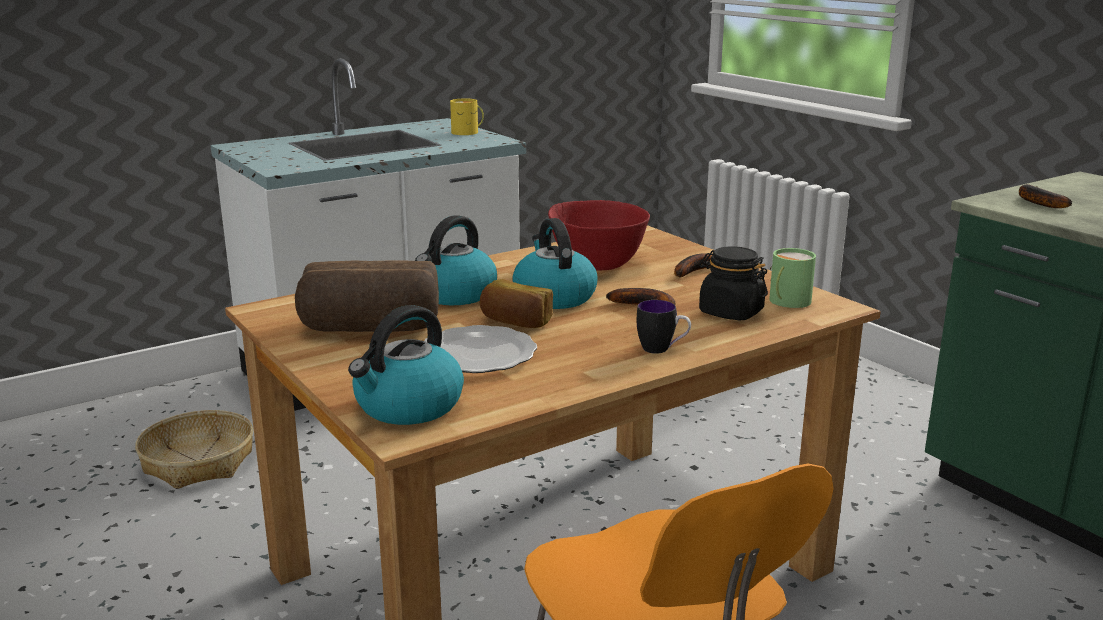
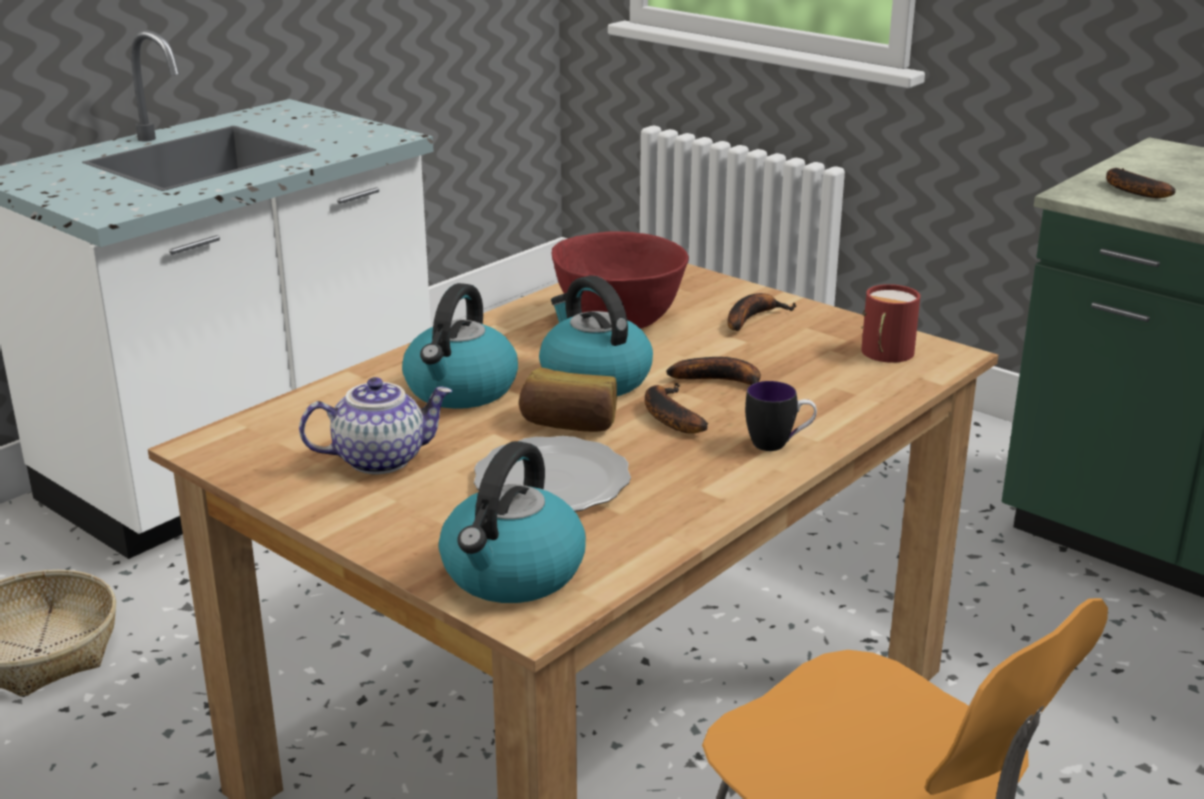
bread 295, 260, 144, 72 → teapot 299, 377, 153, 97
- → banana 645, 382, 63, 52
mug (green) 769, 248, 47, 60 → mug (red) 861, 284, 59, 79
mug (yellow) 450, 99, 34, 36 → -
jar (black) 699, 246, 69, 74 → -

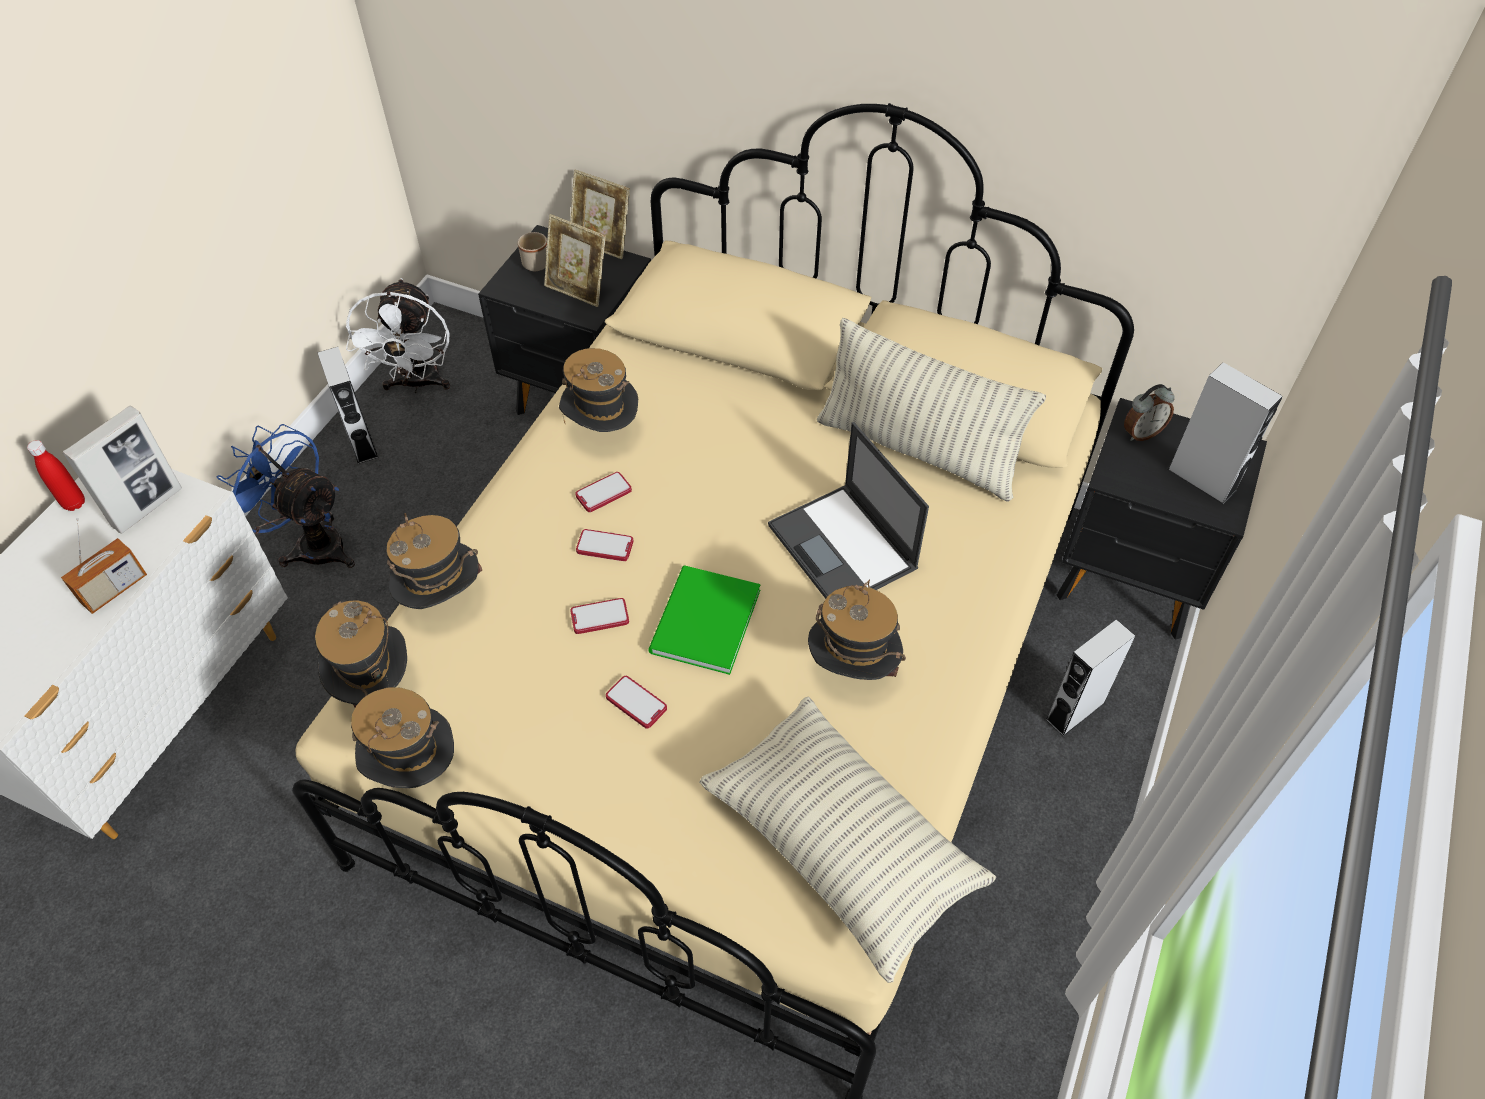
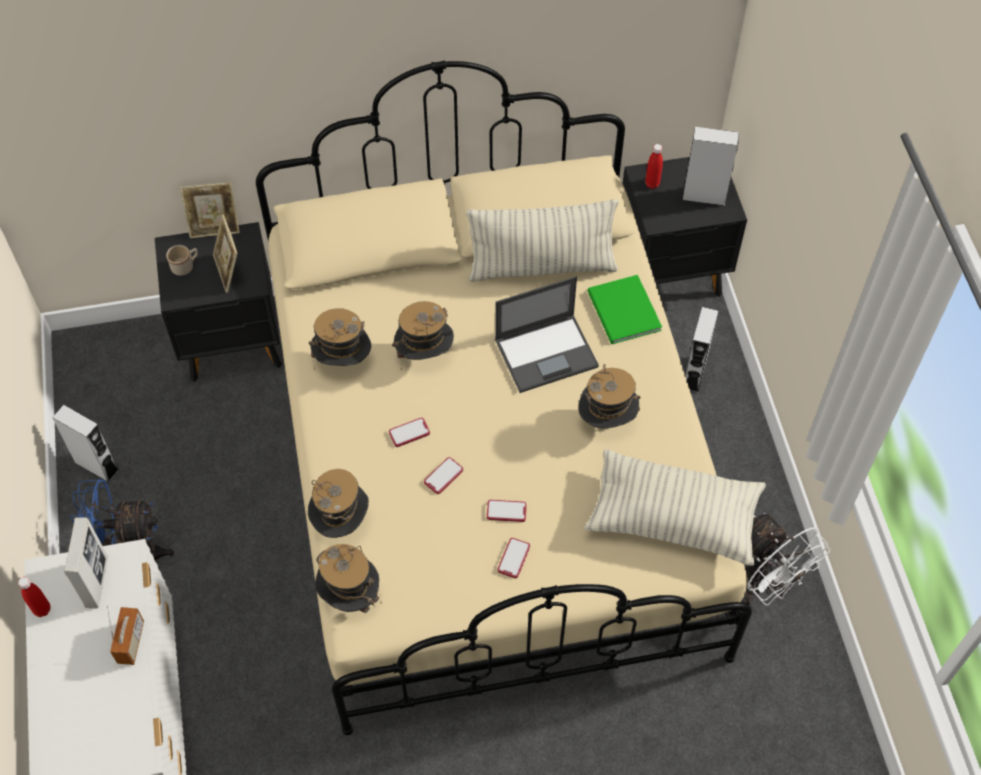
picture frame 544, 214, 62, 93 → picture frame 213, 214, 24, 79, 75 degrees clockwise
hat 351, 687, 103, 101 → hat 392, 301, 62, 70, relocated
laptop 768, 422, 161, 177 → laptop 495, 276, 104, 117, 45 degrees counterclockwise
phone 575, 472, 57, 40 → phone 498, 538, 32, 40, relocated
book (green) 648, 565, 113, 110 → book (green) 588, 275, 74, 69, relocated
alarm clock 1124, 384, 51, 57 → bottle (red) 645, 144, 18, 45
fan (white) 346, 278, 104, 115 → fan (white) 743, 513, 87, 92, relocated

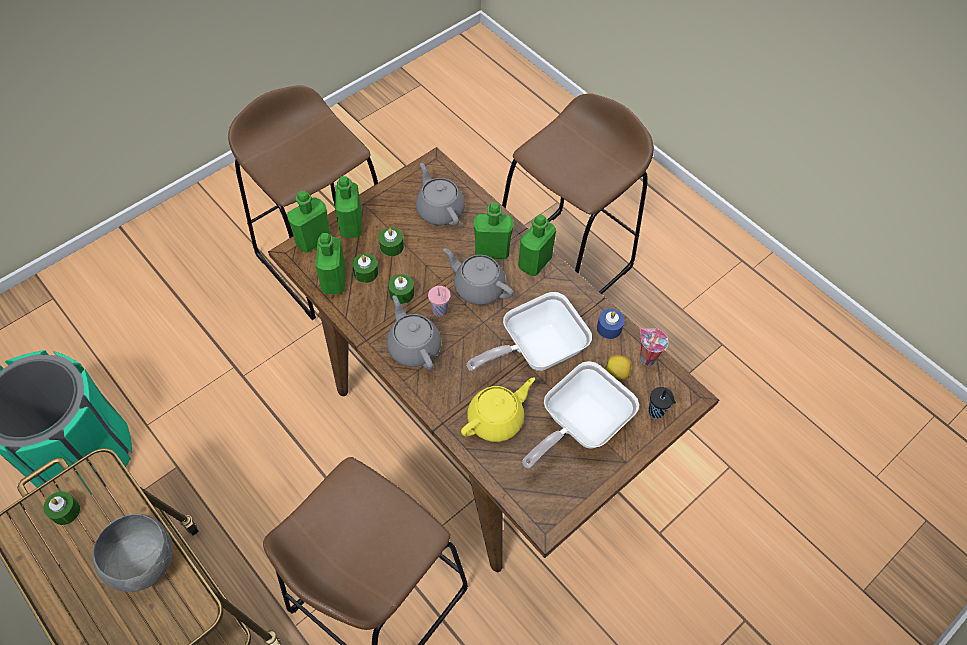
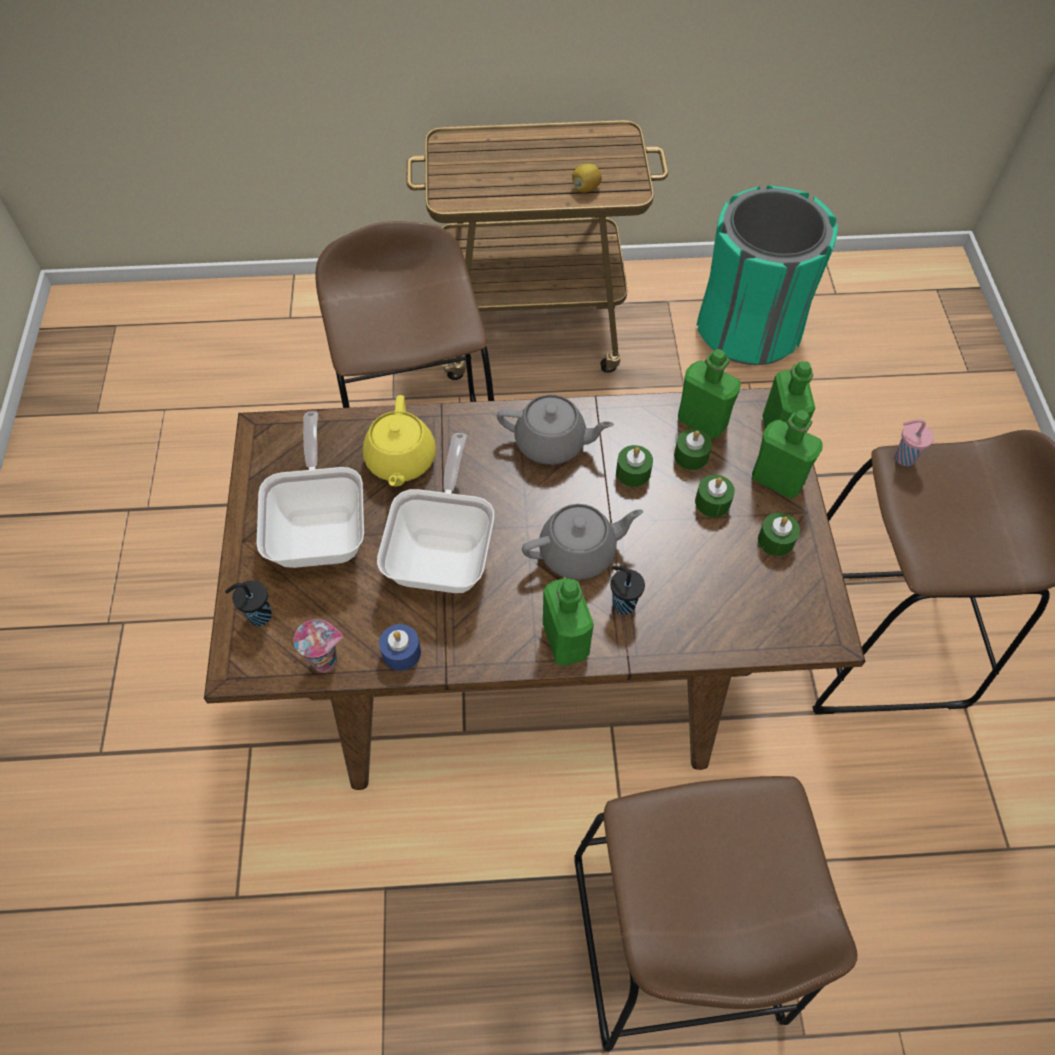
lemon 604, 355, 27, 26 → lemon 572, 164, 30, 29, relocated
bottle (green) 474, 203, 39, 56 → cup (black) 611, 566, 34, 49
candle (green) 43, 491, 37, 34 → candle (green) 758, 513, 42, 43, relocated
cup (pink) 428, 286, 23, 31 → cup (pink) 895, 419, 39, 47, relocated
bowl (grey) 93, 514, 80, 78 → -
teapot (grey) 416, 163, 49, 63 → -

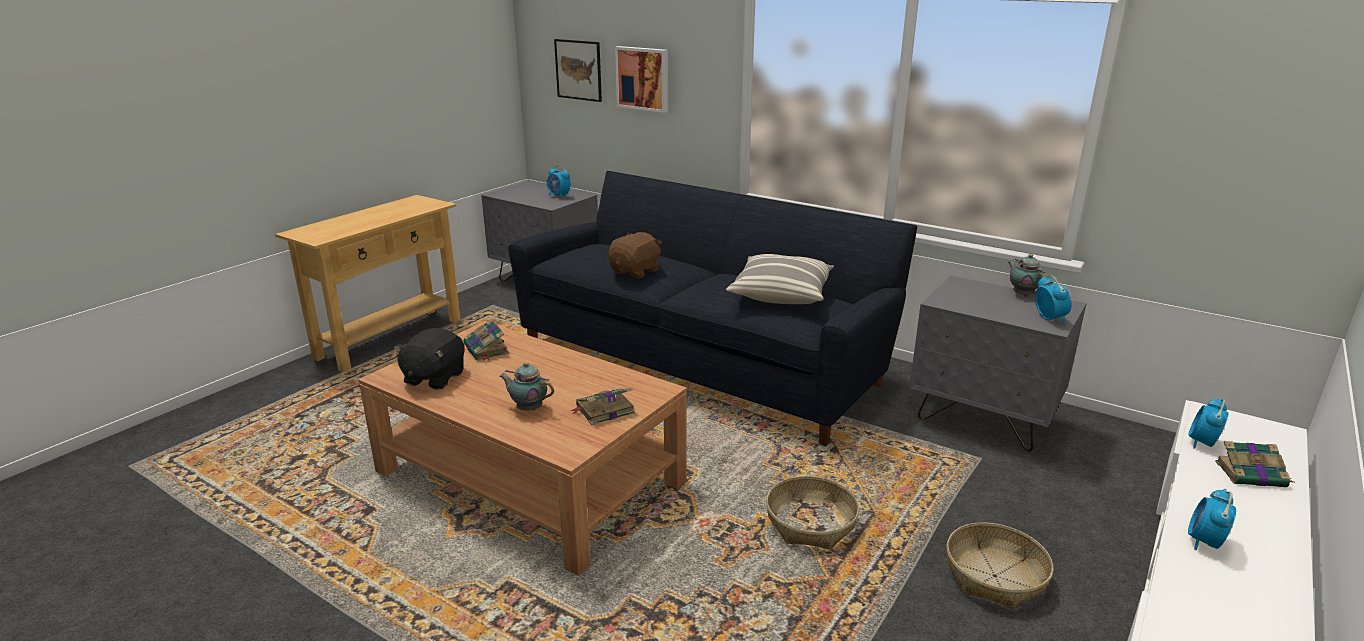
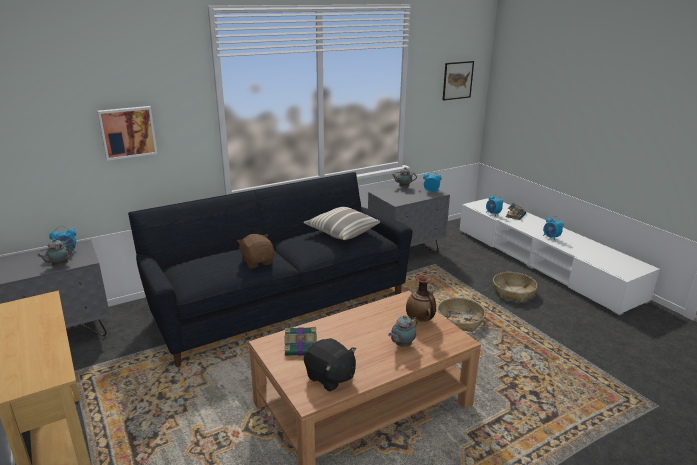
- → teapot 37, 239, 38, 28
book 570, 388, 65, 37 → vase 406, 274, 30, 48
picture 554, 39, 48, 63 → picture 443, 61, 31, 40, relocated

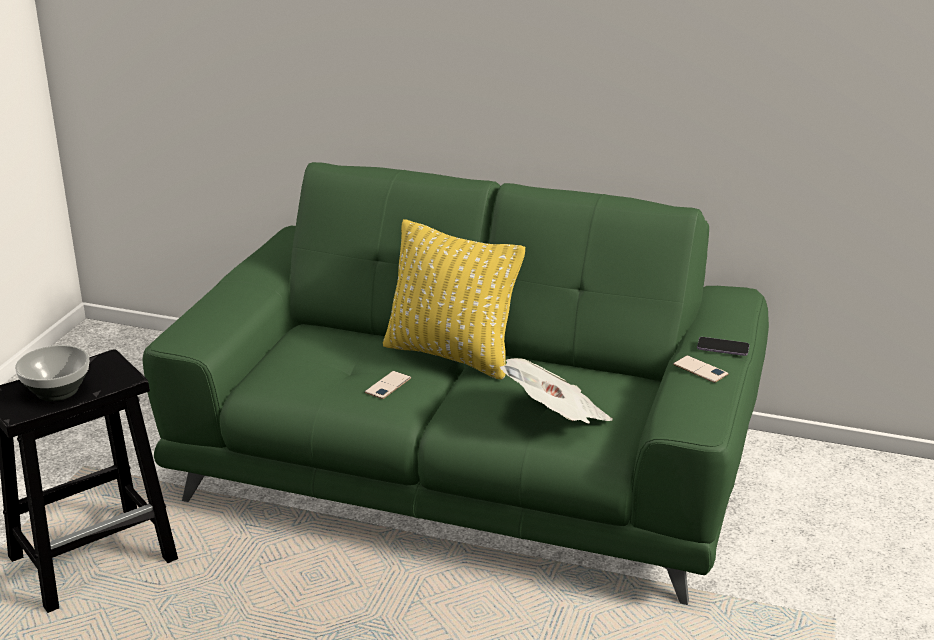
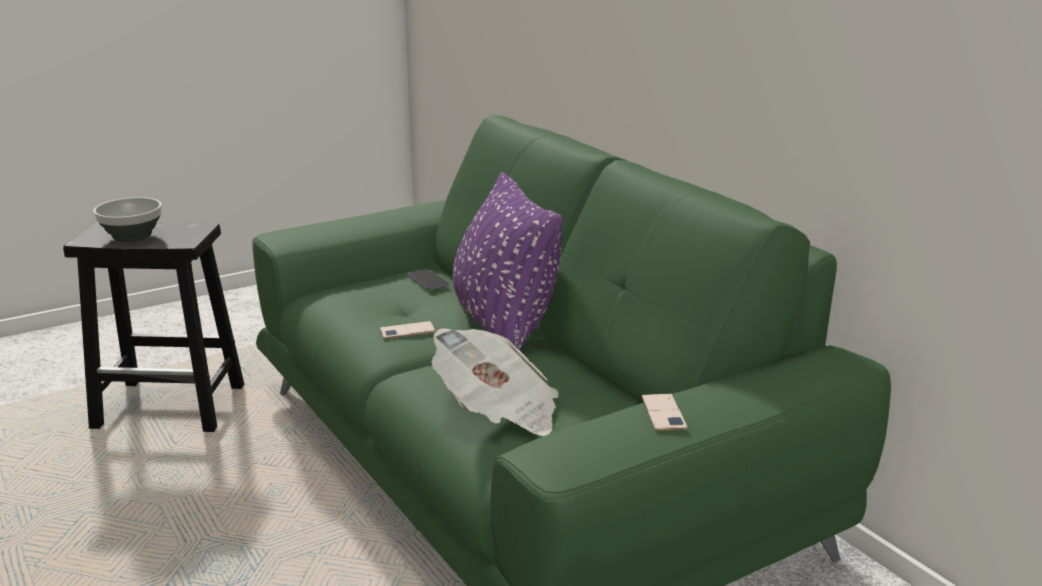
phone 697, 337, 52, 19 → phone 408, 269, 41, 21, relocated
pillow (yellow) 383, 219, 142, 161 → pillow (purple) 453, 172, 110, 178

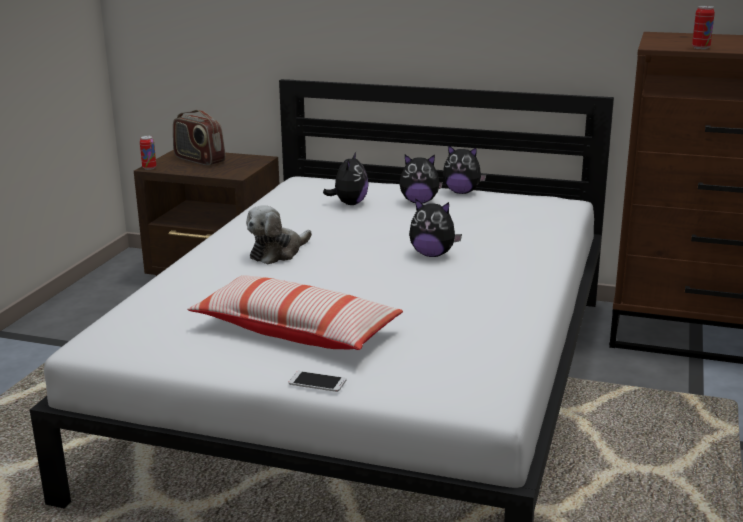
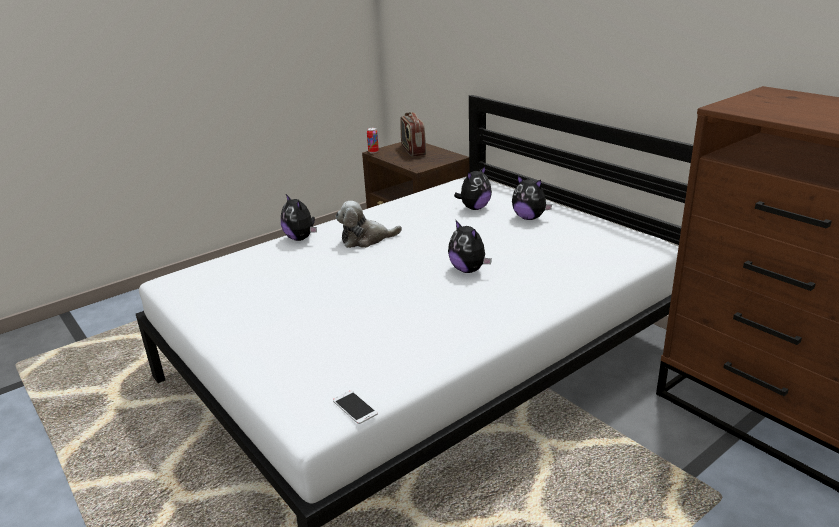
plush toy 443, 145, 43, 49 → plush toy 281, 194, 36, 47, relocated
phone 288, 371, 58, 21 → phone 333, 391, 45, 33, relocated
pillow 188, 275, 215, 75 → -
can 692, 6, 23, 43 → -

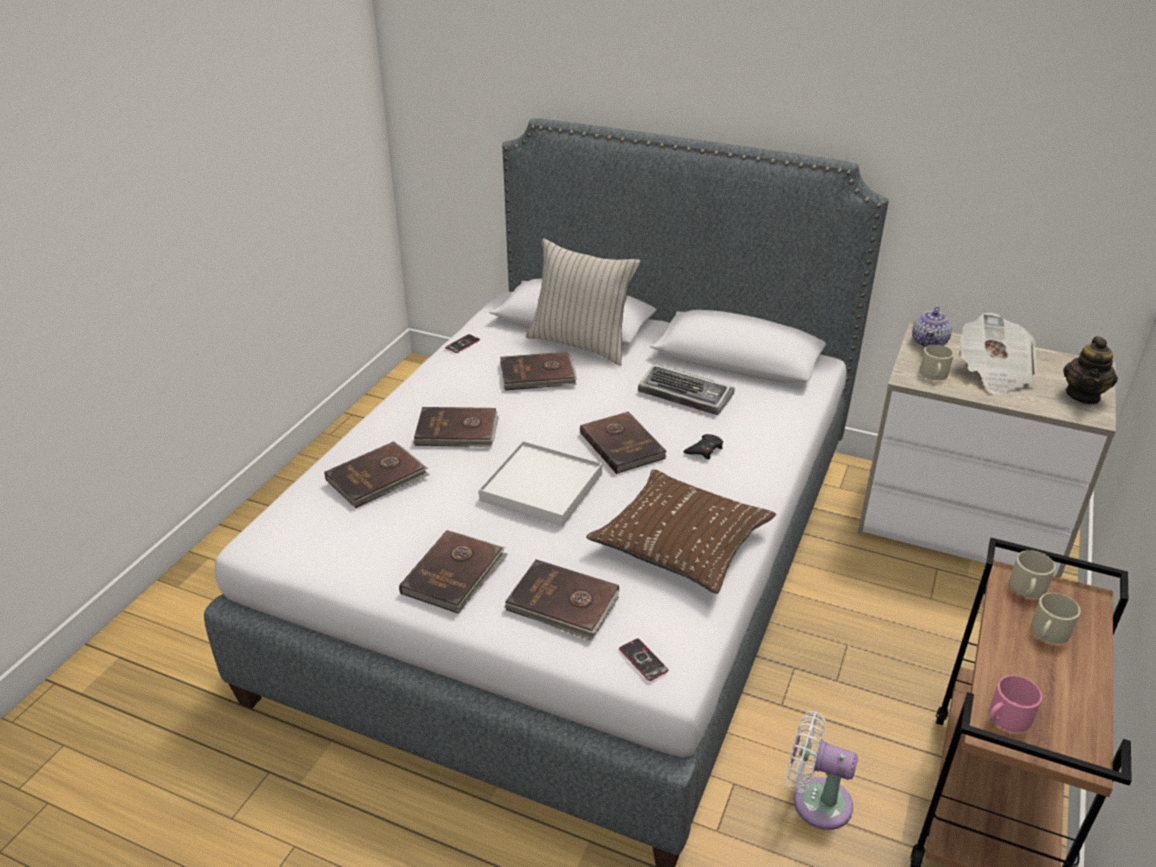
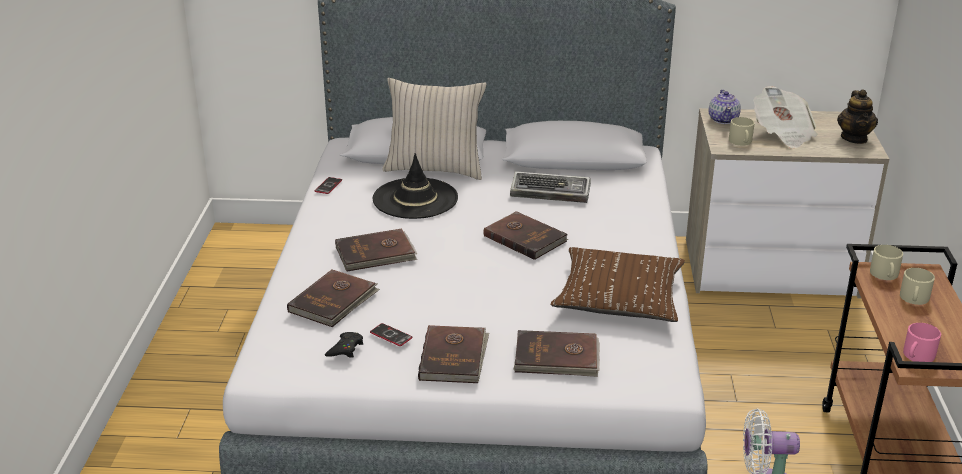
game controller (black) 683, 434, 40, 26 → game controller (black) 325, 332, 38, 26, relocated
phone 619, 638, 49, 43 → phone 370, 323, 42, 23, relocated
book (brown) 500, 352, 77, 39 → hat (black) 373, 153, 85, 66
tray (white) 479, 441, 123, 86 → -

